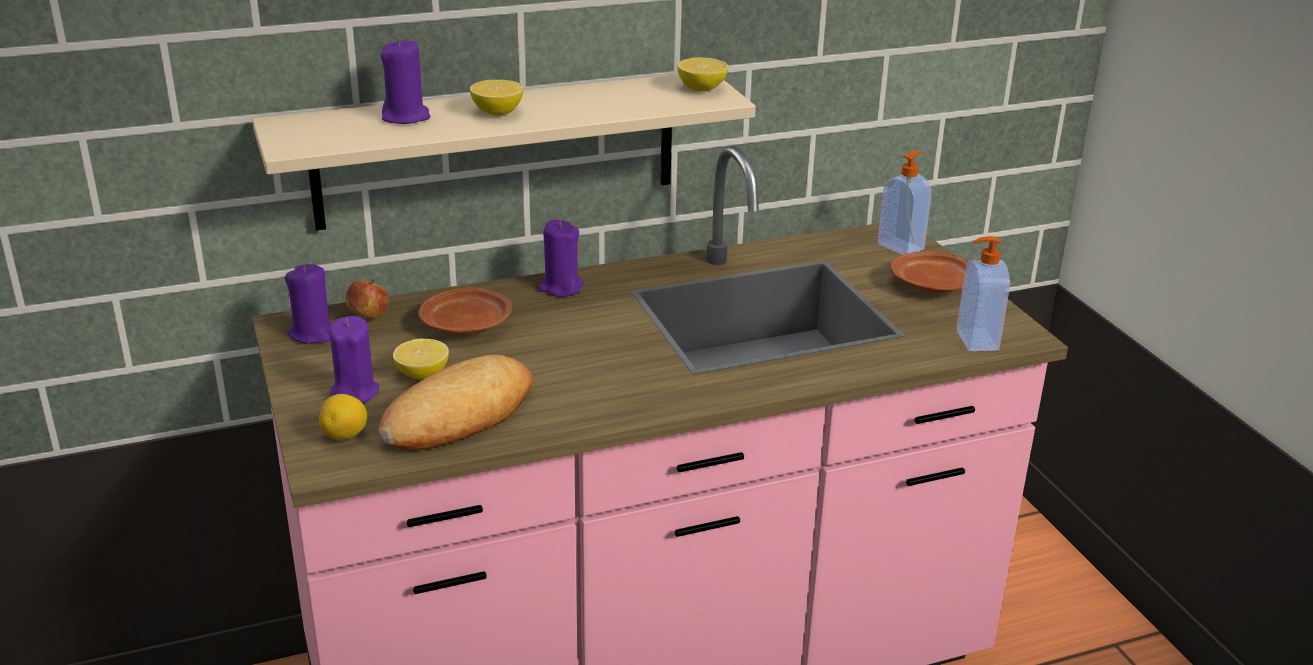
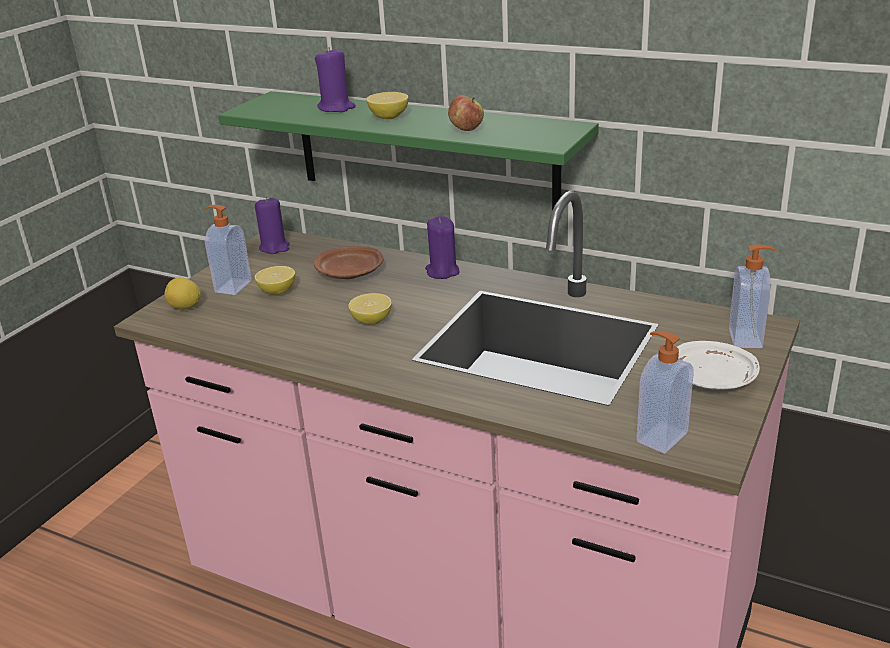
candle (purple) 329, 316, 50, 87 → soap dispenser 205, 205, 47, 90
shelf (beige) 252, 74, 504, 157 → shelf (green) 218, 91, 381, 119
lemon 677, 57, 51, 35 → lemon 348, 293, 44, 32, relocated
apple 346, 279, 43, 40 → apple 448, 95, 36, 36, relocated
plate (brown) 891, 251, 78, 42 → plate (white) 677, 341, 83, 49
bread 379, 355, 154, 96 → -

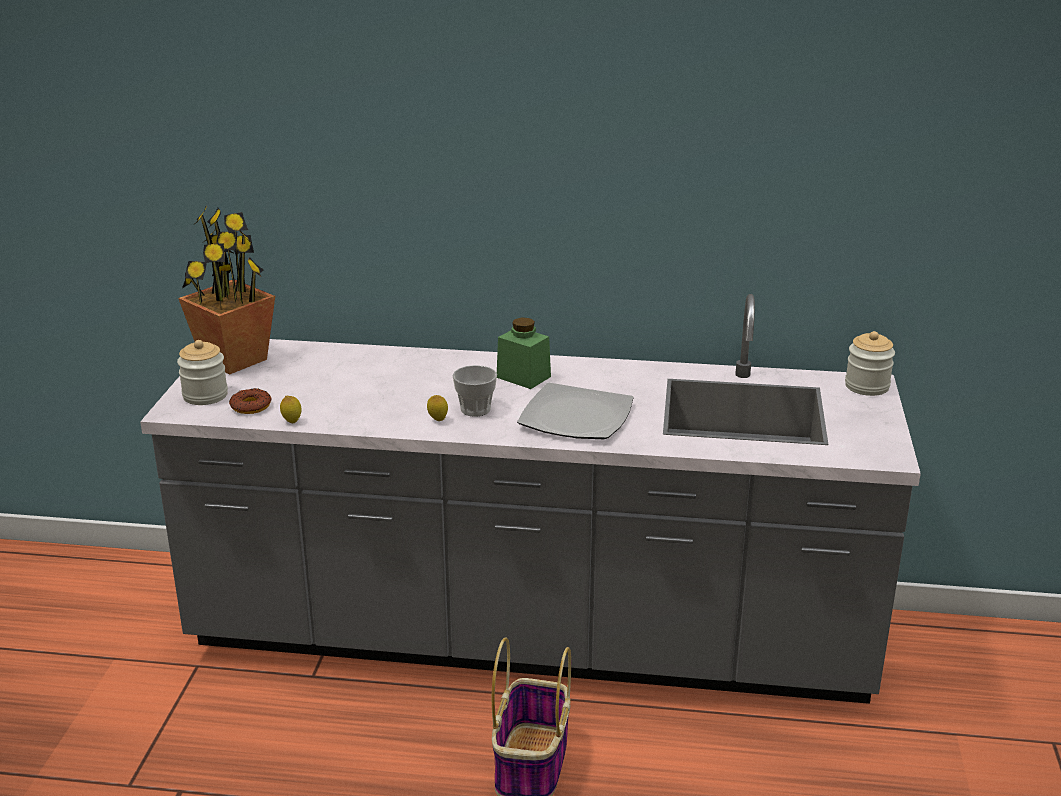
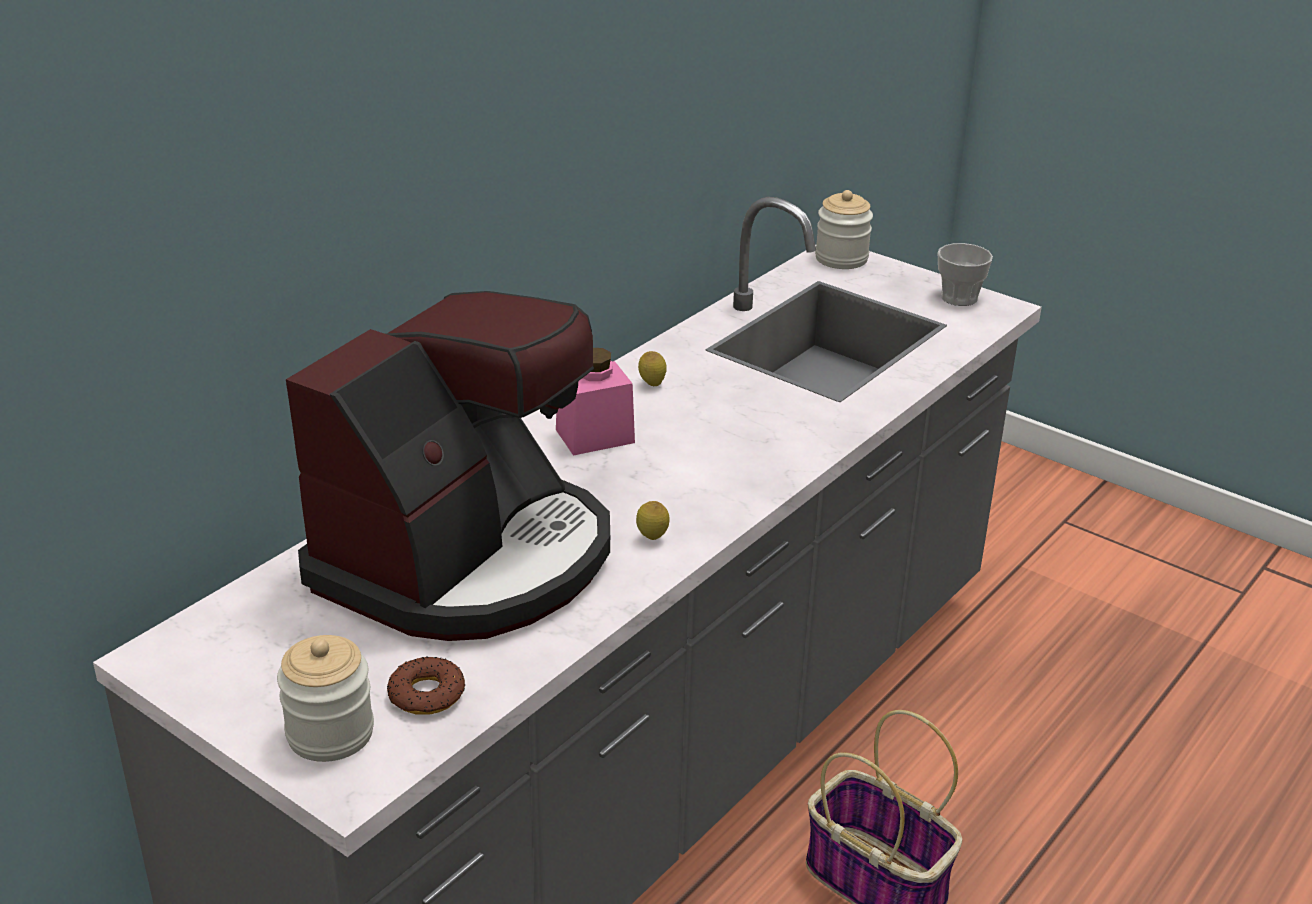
- → coffee machine 286, 291, 324, 350
jar (green) 497, 317, 54, 72 → jar (pink) 556, 348, 79, 108
lemon 280, 396, 22, 27 → lemon 638, 351, 29, 35, relocated
cup 453, 365, 44, 52 → cup 938, 243, 55, 63, relocated
potted plant 178, 207, 97, 168 → -
plate 517, 383, 117, 56 → -

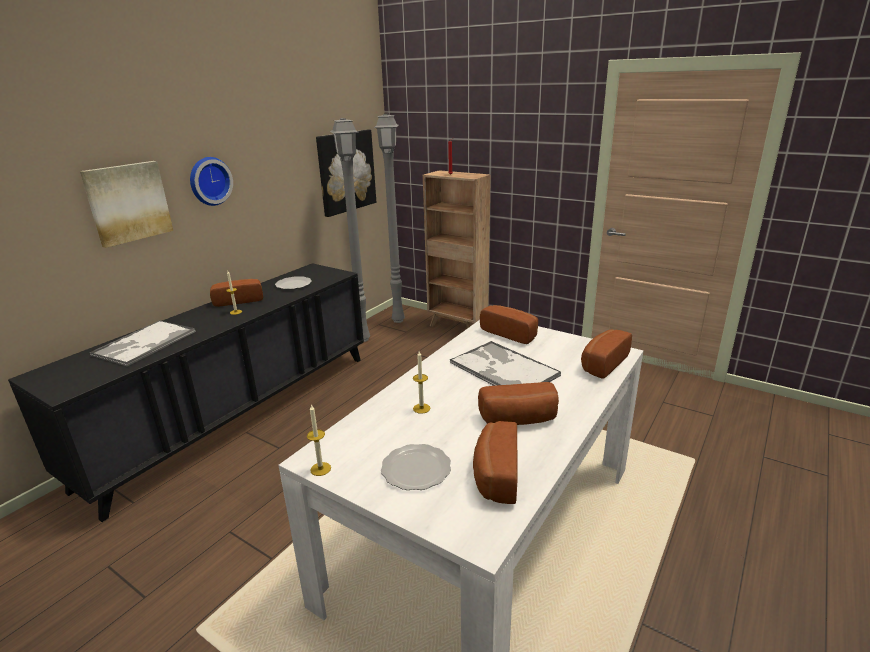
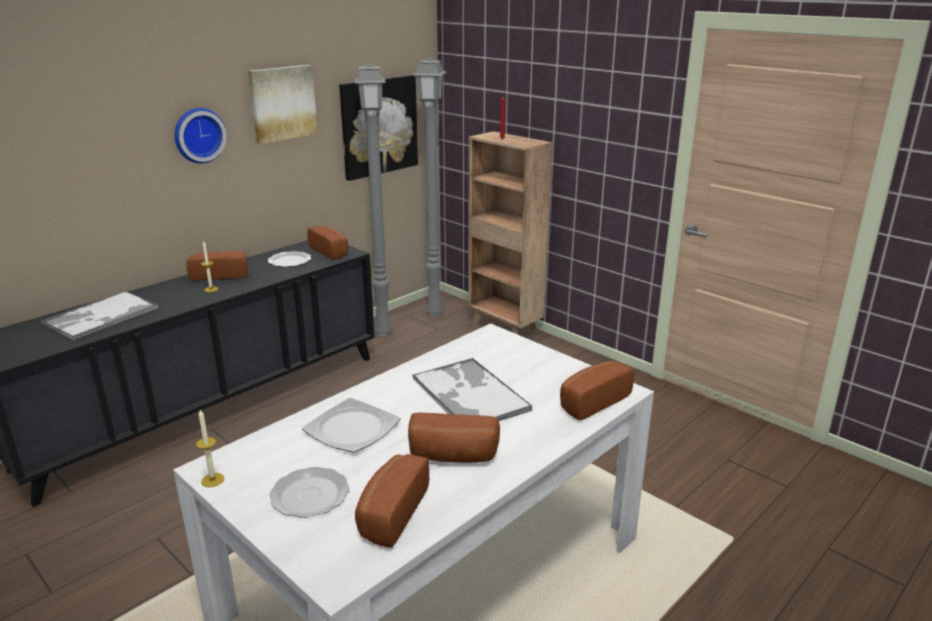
picture 80, 161, 93, 87 → picture 248, 65, 70, 79, relocated
candle 413, 351, 17, 63 → plate 302, 398, 99, 55
bread 480, 305, 58, 39 → bread 307, 226, 41, 34, relocated

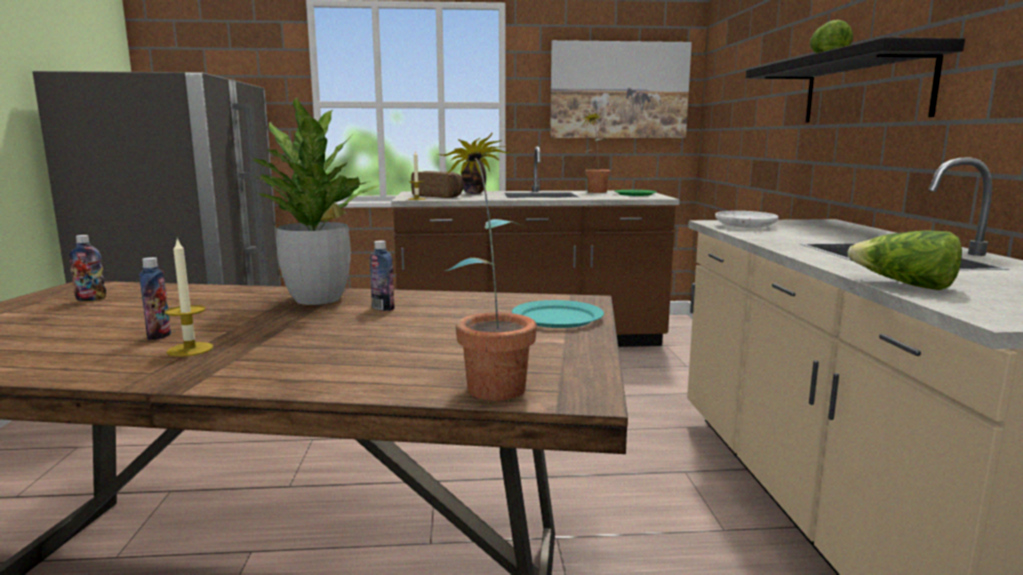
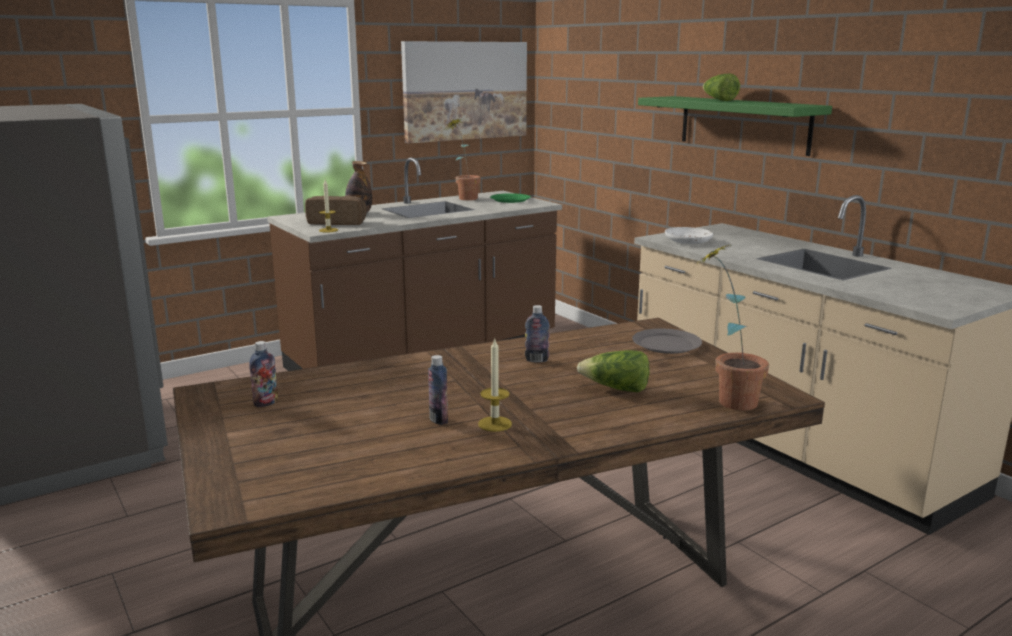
lettuce 848, 230, 114, 60 → lettuce 577, 350, 73, 42, relocated
plate (turquoise) 512, 300, 92, 28 → plate (grey) 632, 329, 70, 25
shelf (black) 746, 37, 219, 86 → shelf (green) 638, 96, 194, 60
potted plant 253, 97, 125, 208 → -

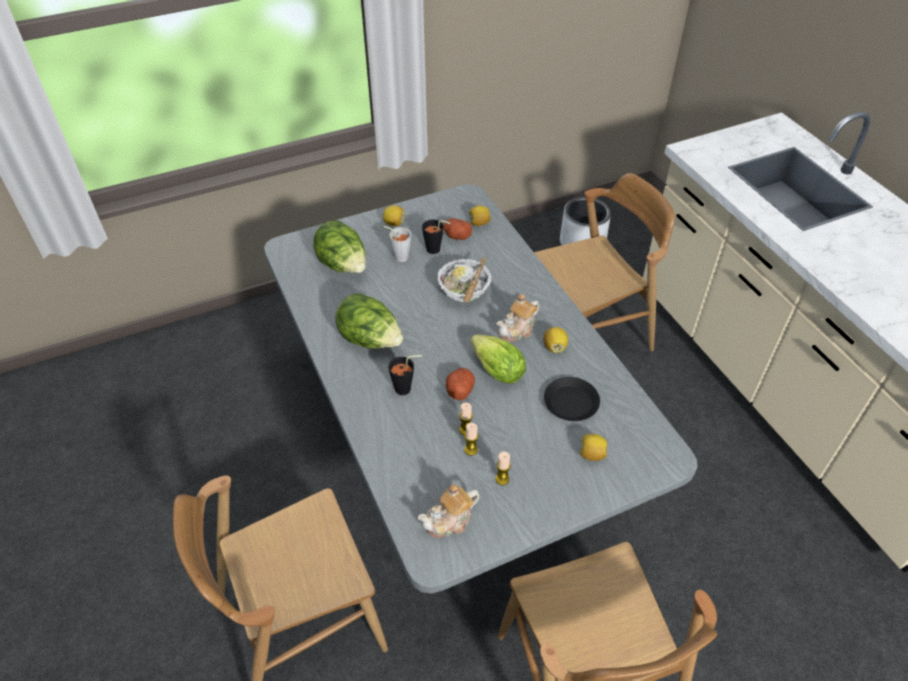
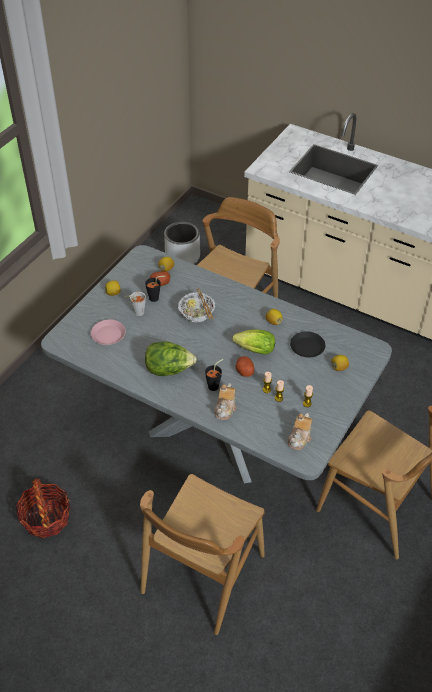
- → basket 16, 479, 54, 60
lettuce 313, 220, 53, 53 → plate (pink) 91, 319, 35, 26
teapot 496, 294, 43, 48 → teapot 214, 383, 23, 37, relocated

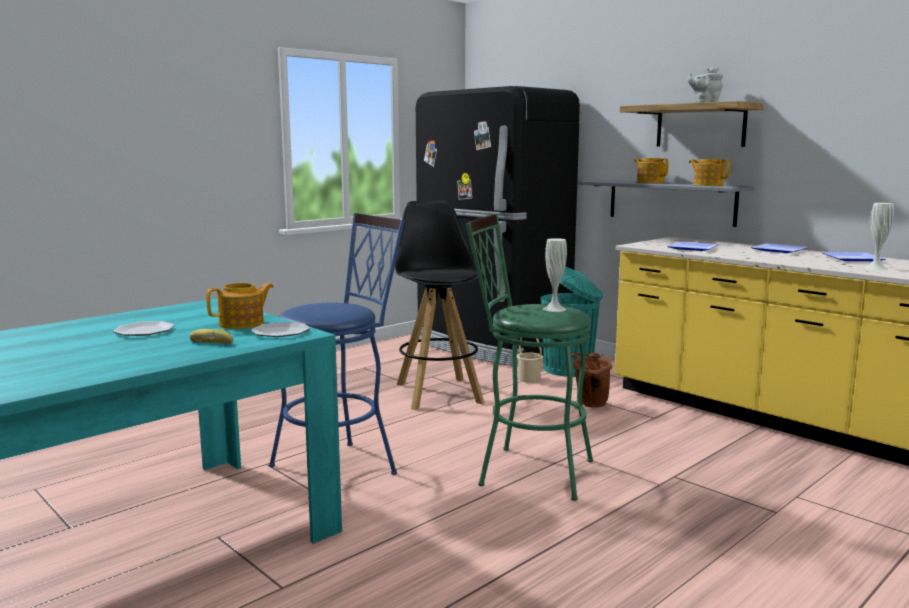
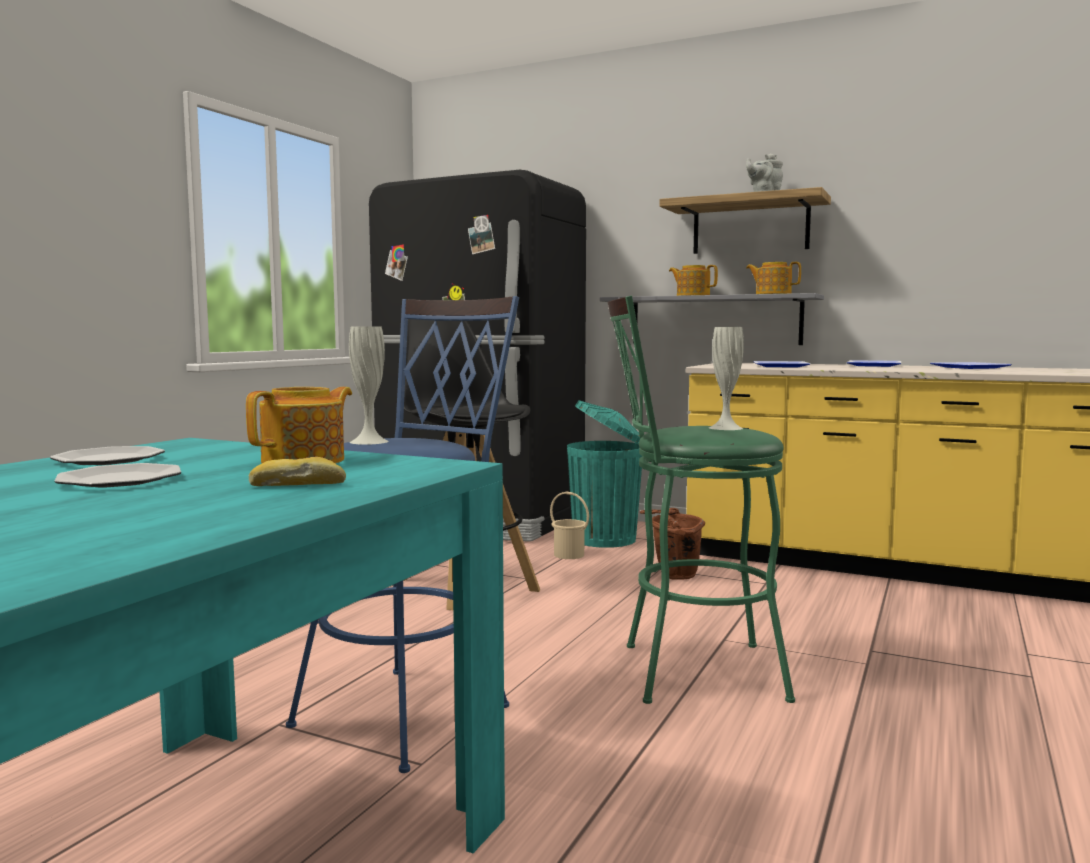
plate 251, 322, 59, 15 → plate 50, 446, 115, 19, relocated
vase (white) 864, 203, 30, 67 → vase (white) 349, 327, 40, 118, relocated

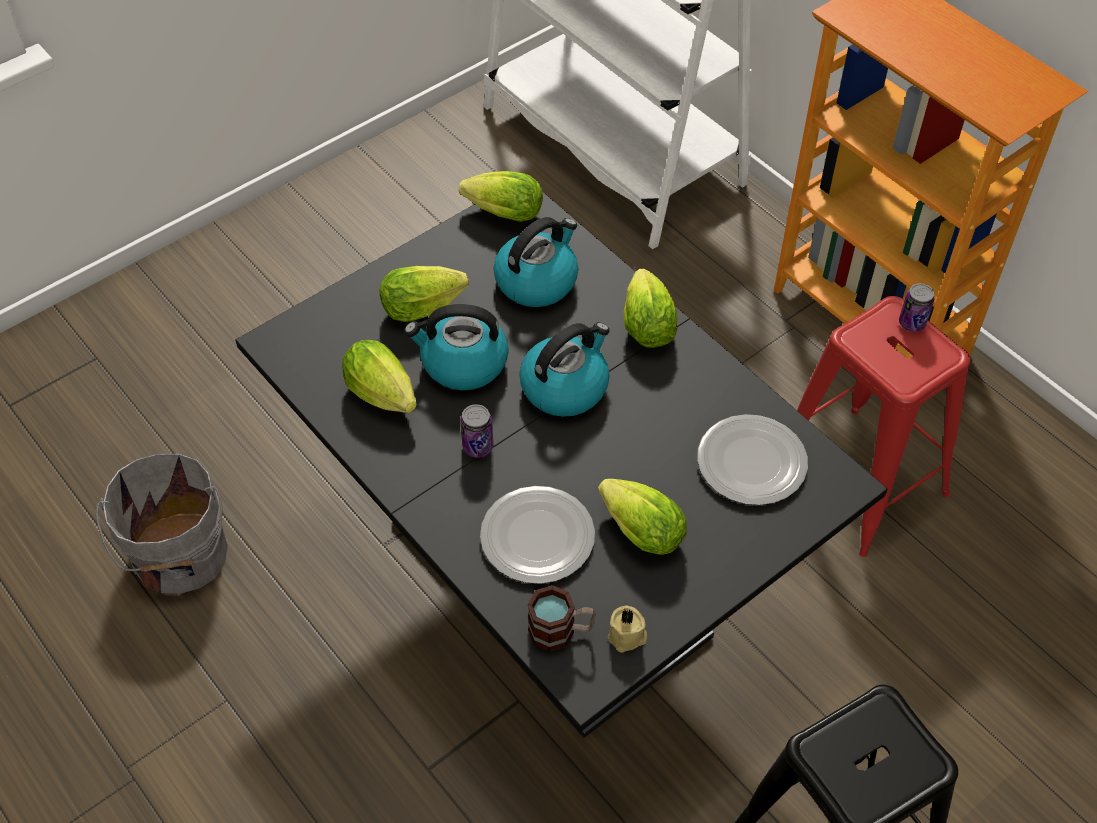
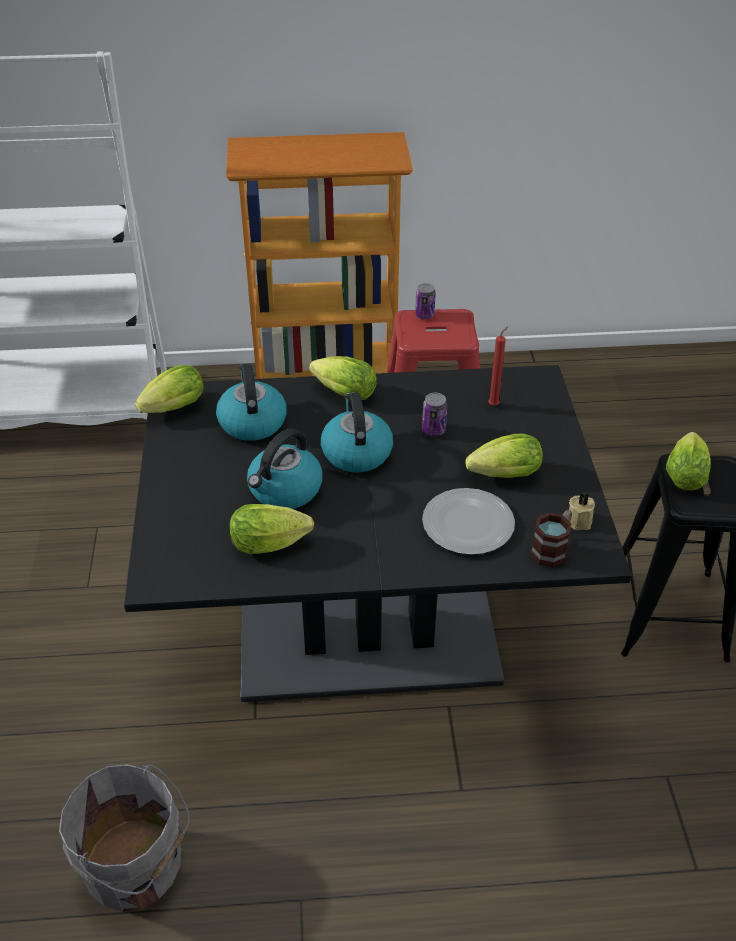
can 460, 404, 33, 54 → can 422, 393, 25, 43, relocated
plate 697, 414, 111, 91 → candle (red) 488, 326, 20, 80
lettuce 380, 266, 89, 56 → lettuce 666, 432, 45, 58, relocated

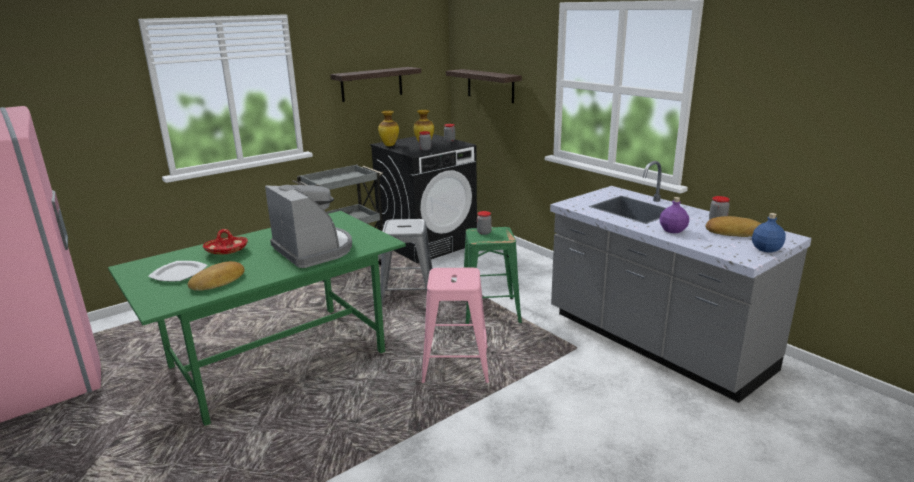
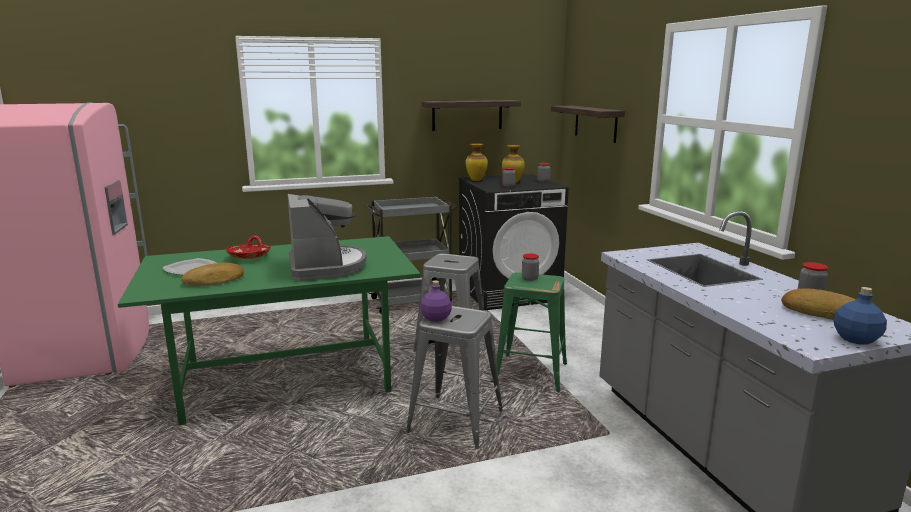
stool (pink) 421, 268, 68, 115 → stool (grey) 406, 306, 97, 143
bottle (purple) 659, 197, 30, 36 → bottle (purple) 420, 281, 32, 41, relocated

